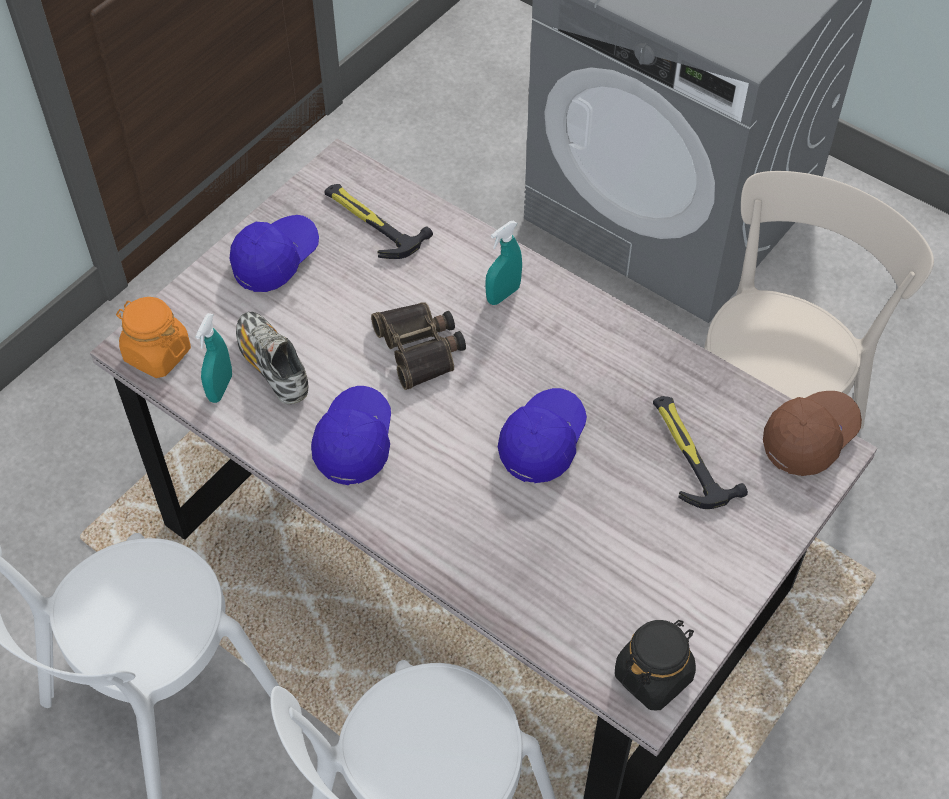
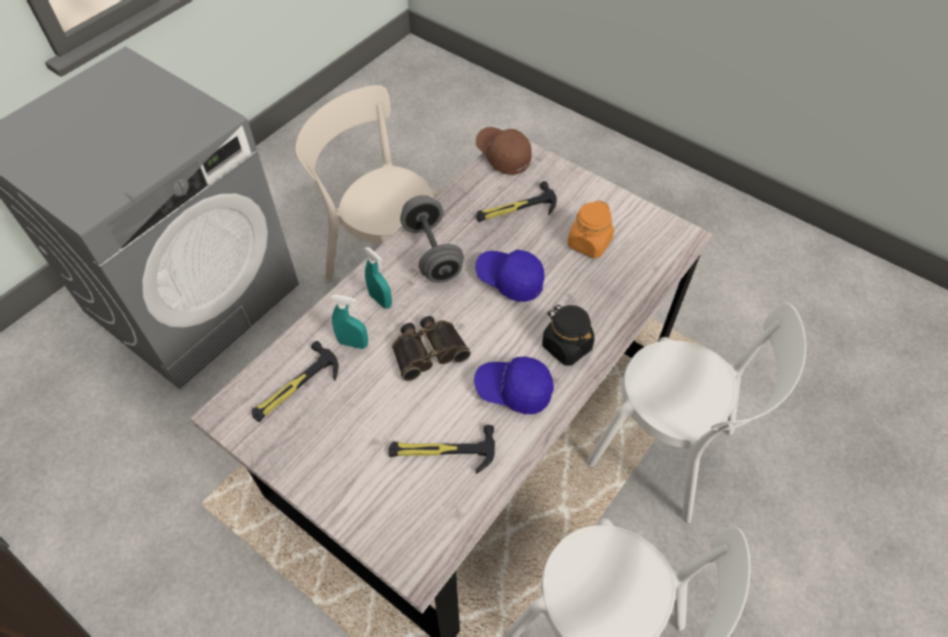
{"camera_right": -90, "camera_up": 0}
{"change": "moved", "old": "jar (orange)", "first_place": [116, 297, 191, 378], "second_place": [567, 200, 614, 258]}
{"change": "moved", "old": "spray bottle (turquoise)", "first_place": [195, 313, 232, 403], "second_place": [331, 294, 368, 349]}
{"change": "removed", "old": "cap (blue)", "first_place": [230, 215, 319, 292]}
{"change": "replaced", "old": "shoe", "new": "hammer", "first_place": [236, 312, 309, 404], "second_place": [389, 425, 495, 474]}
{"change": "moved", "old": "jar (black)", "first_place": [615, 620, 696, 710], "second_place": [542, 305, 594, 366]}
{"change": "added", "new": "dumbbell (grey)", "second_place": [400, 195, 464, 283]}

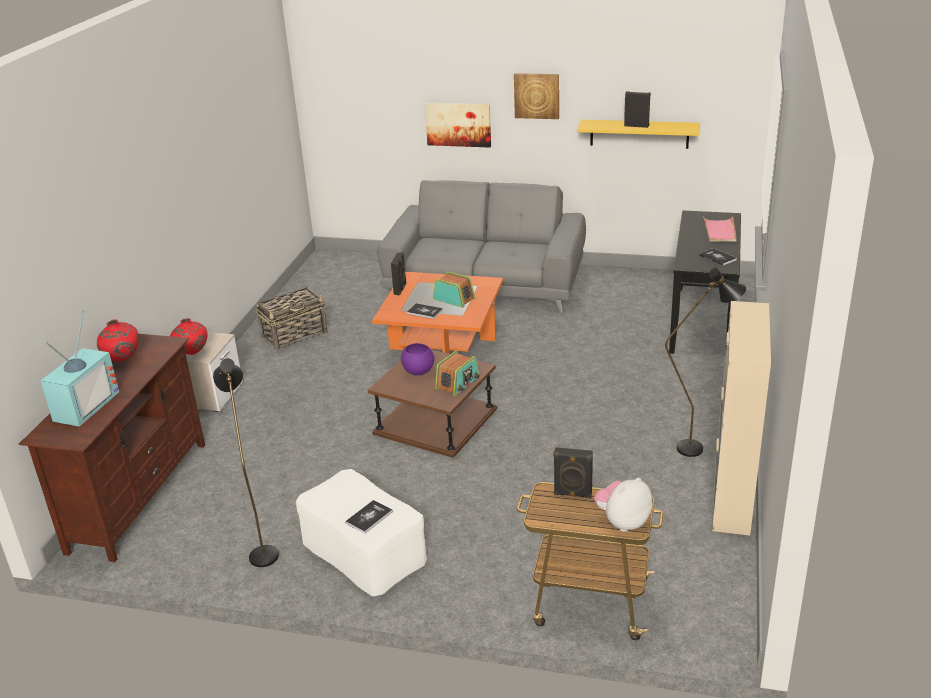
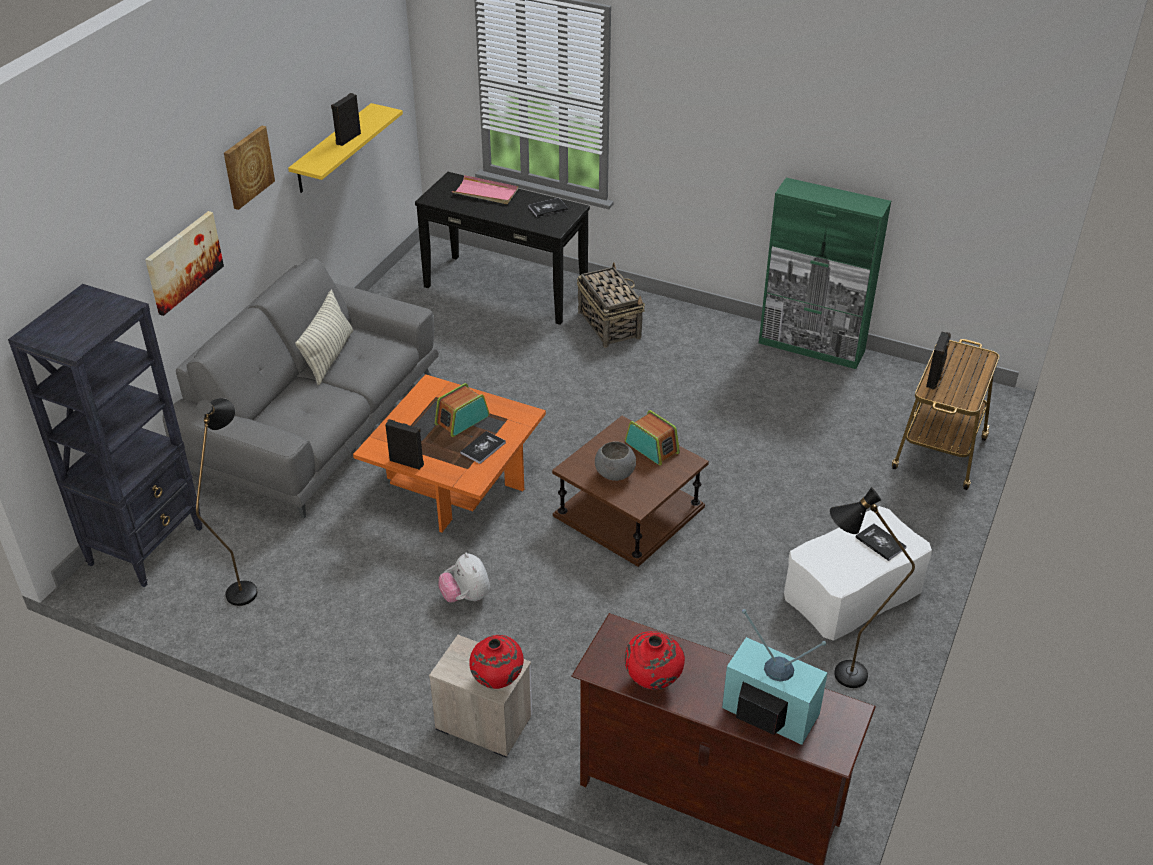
{"camera_right": -80, "camera_up": 10}
{"change": "moved", "old": "basket", "first_place": [255, 287, 328, 351], "second_place": [577, 262, 645, 348]}
{"change": "recoloured", "old": "bowl (purple)", "new": "bowl (grey)", "first_place": [401, 343, 434, 375], "second_place": [595, 441, 636, 481]}
{"change": "moved", "old": "plush toy", "first_place": [594, 478, 652, 532], "second_place": [438, 553, 490, 603]}
{"change": "moved", "old": "floor lamp (black)", "first_place": [665, 267, 747, 457], "second_place": [196, 398, 257, 606]}
{"change": "recoloured", "old": "cabinet (beige)", "new": "cabinet (green)", "first_place": [712, 301, 771, 536], "second_place": [759, 178, 891, 369]}
{"change": "added", "new": "bookcase (black)", "second_place": [8, 284, 203, 587]}
{"change": "added", "new": "pillow", "second_place": [295, 290, 353, 385]}

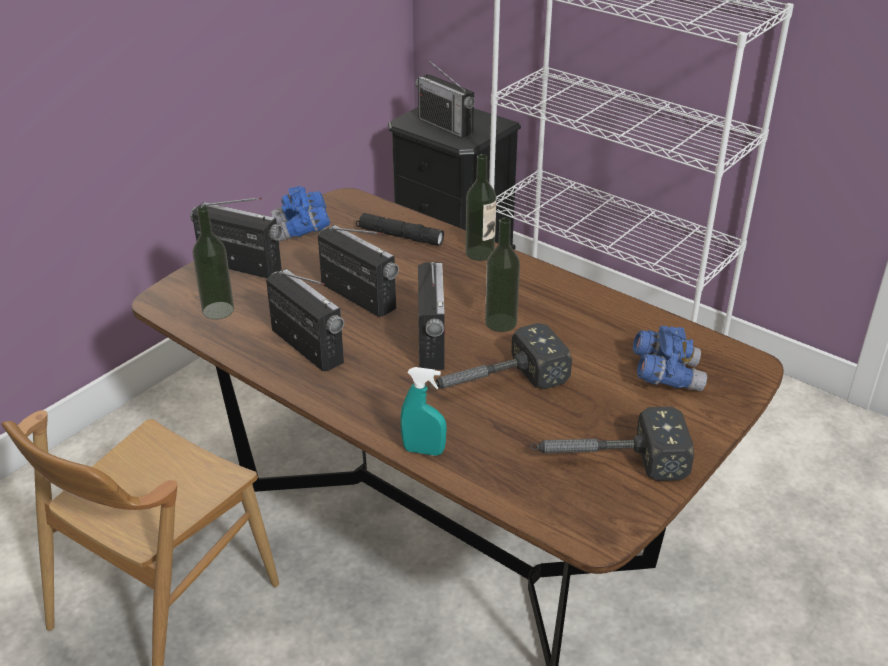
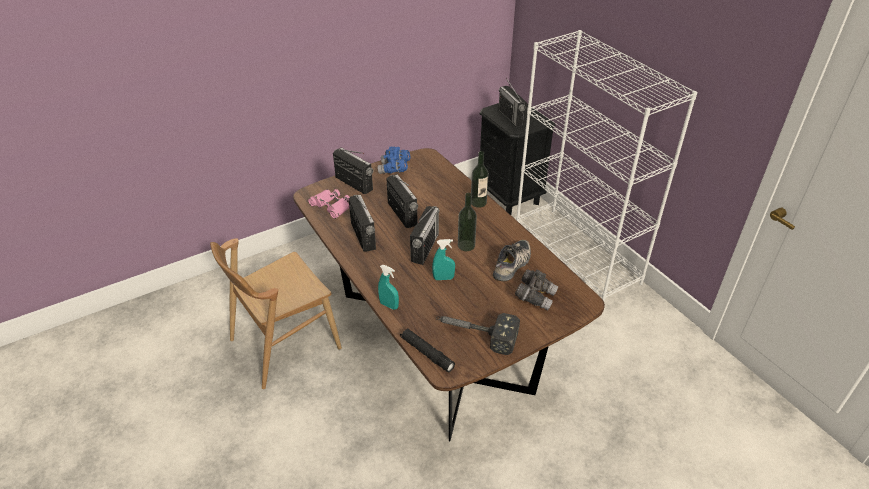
{"camera_right": 20, "camera_up": 5}
{"change": "replaced", "old": "bottle", "new": "binoculars (pink)", "first_place": [192, 206, 234, 320], "second_place": [308, 189, 350, 219]}
{"change": "moved", "old": "flashlight (black)", "first_place": [356, 213, 444, 246], "second_place": [400, 328, 455, 372]}
{"change": "replaced", "old": "hammer", "new": "spray bottle (turquoise)", "first_place": [429, 323, 572, 389], "second_place": [432, 239, 455, 280]}
{"change": "recoloured", "old": "binoculars (blue)", "new": "binoculars (grey)", "first_place": [633, 326, 707, 392], "second_place": [515, 269, 558, 310]}
{"change": "added", "new": "shoe", "second_place": [493, 240, 531, 281]}

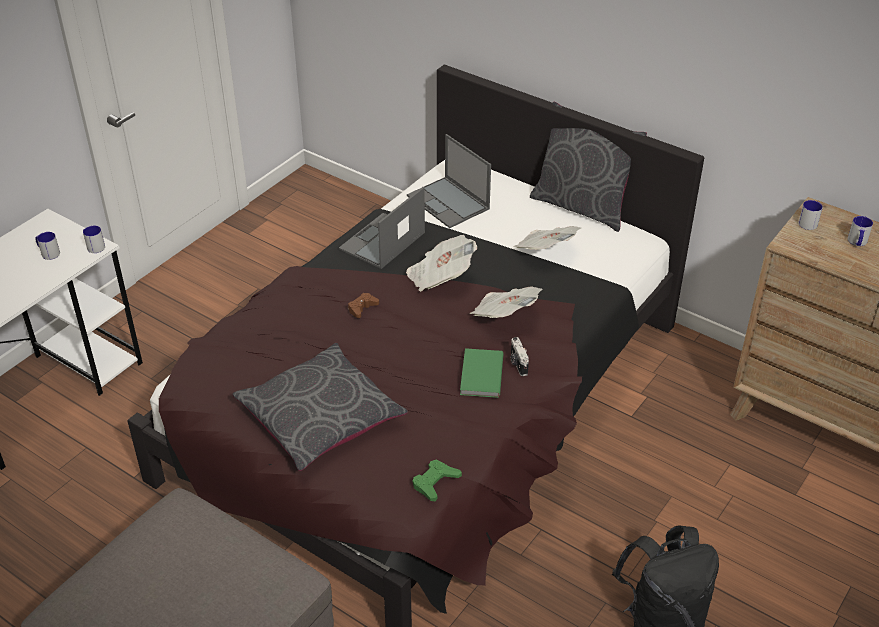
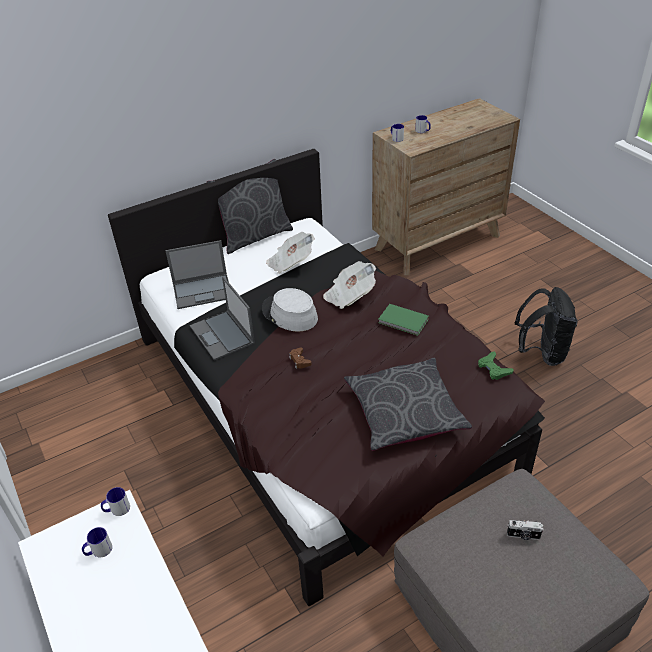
{"camera_right": -65, "camera_up": 0}
{"change": "replaced", "old": "newspaper", "new": "hat (grey)", "first_place": [406, 235, 477, 292], "second_place": [262, 288, 318, 332]}
{"change": "moved", "old": "photo camera", "first_place": [511, 337, 529, 376], "second_place": [507, 520, 544, 540]}

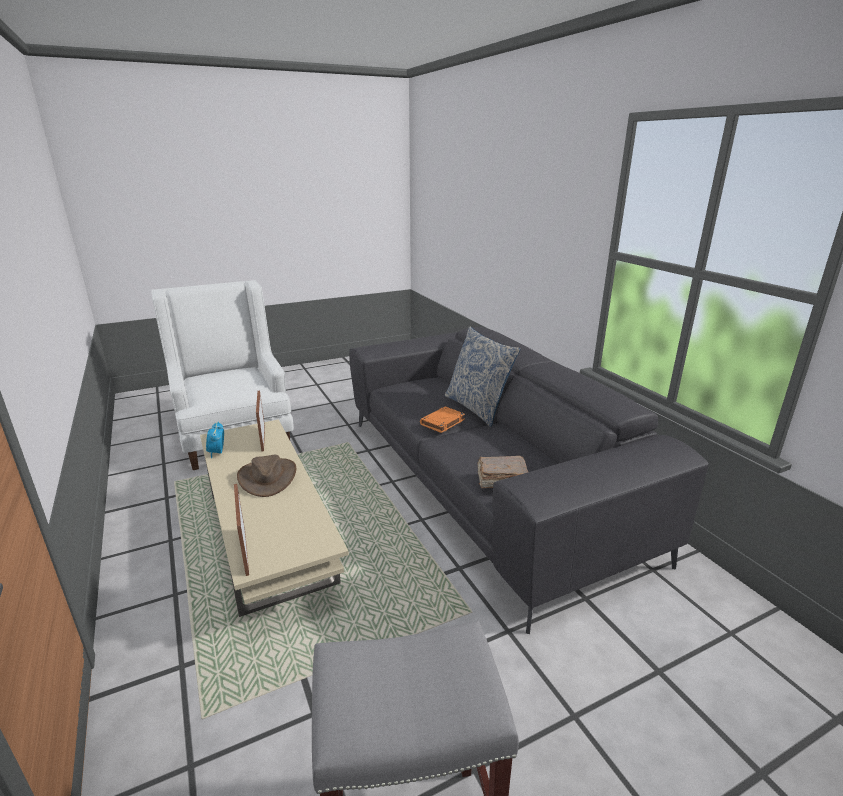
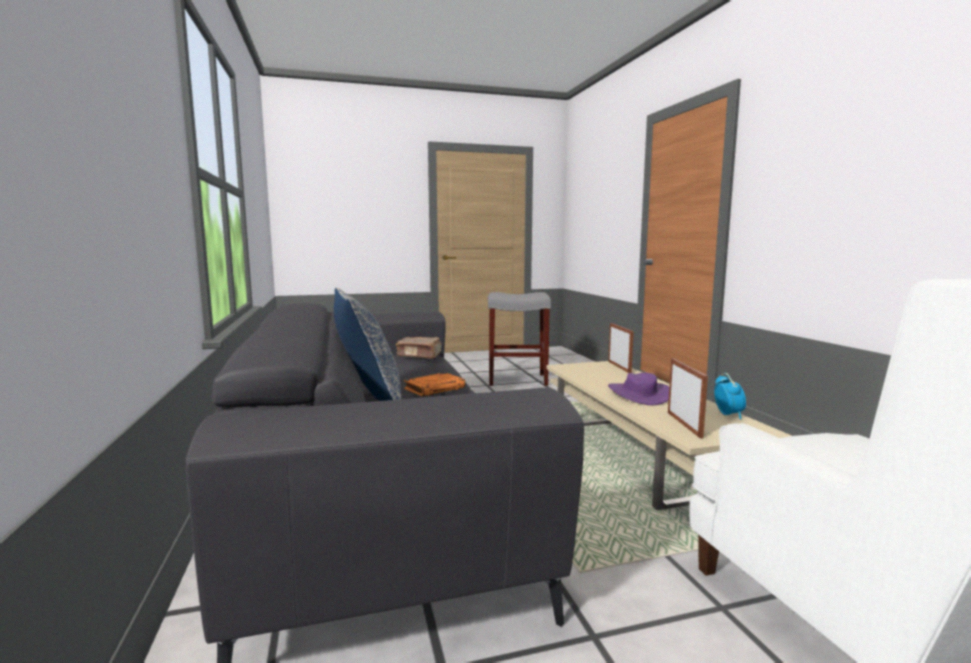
{"camera_right": -170, "camera_up": -15}
{"change": "recoloured", "old": "hat (brown)", "new": "hat (purple)", "first_place": [237, 455, 296, 497], "second_place": [608, 373, 669, 405]}

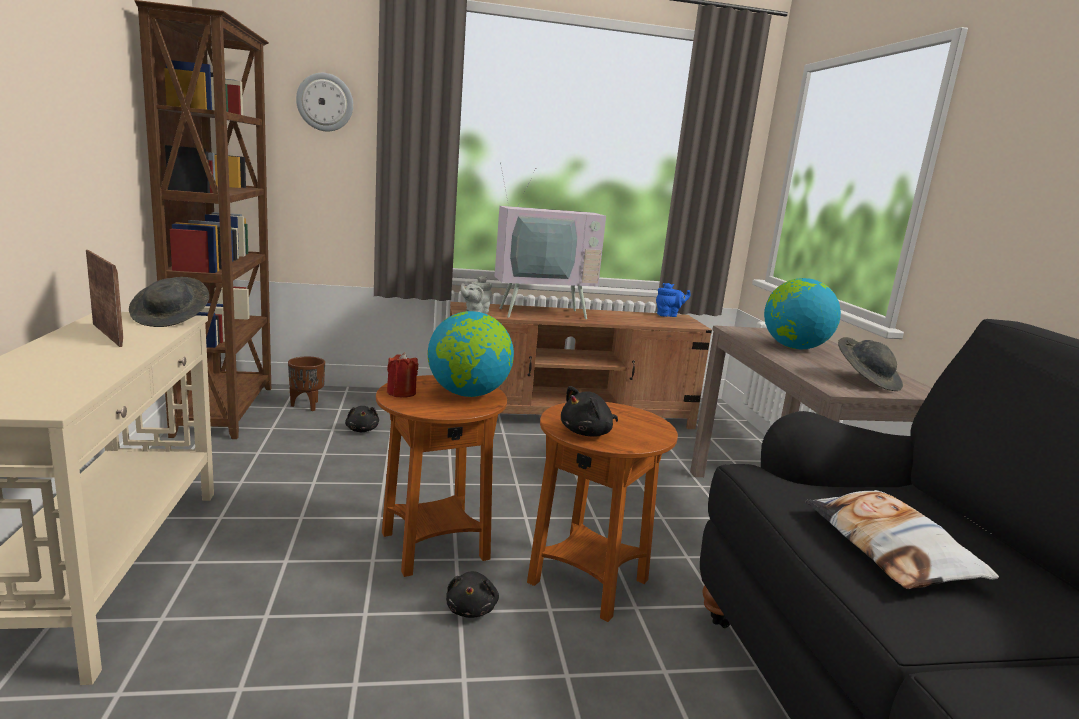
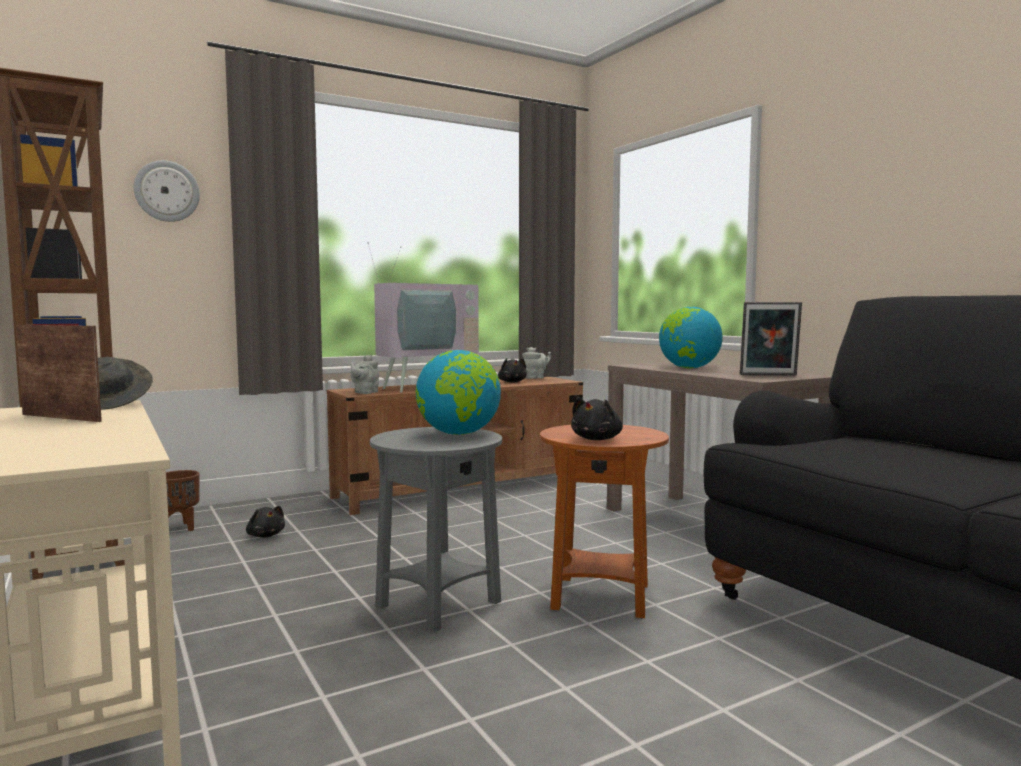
{"camera_right": -20, "camera_up": -10}
{"change": "recoloured", "old": "side table (brown)", "new": "side table (grey)", "first_place": [376, 375, 507, 577], "second_place": [370, 427, 502, 633]}
{"change": "removed", "old": "candle (red)", "first_place": [387, 352, 418, 397]}
{"change": "moved", "old": "plush toy (black)", "first_place": [446, 571, 499, 618], "second_place": [498, 358, 527, 383]}
{"change": "recoloured", "old": "teapot (blue)", "new": "teapot (grey)", "first_place": [656, 283, 690, 317], "second_place": [522, 347, 551, 379]}
{"change": "removed", "old": "pillow", "first_place": [805, 490, 999, 589]}
{"change": "replaced", "old": "hat (grey)", "new": "picture frame", "first_place": [838, 337, 903, 391], "second_place": [740, 302, 802, 375]}

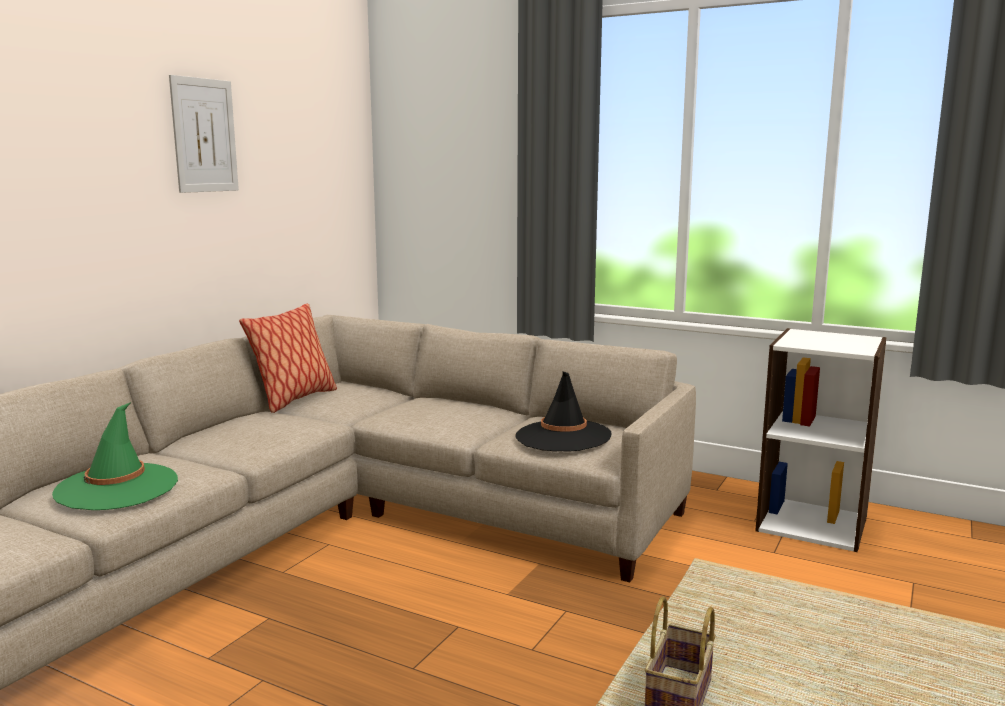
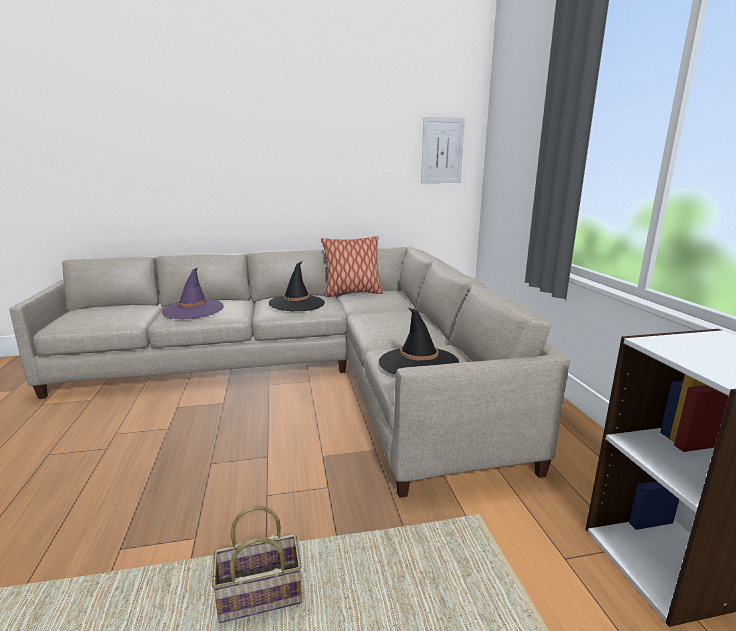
{"camera_right": 50, "camera_up": 5}
{"change": "recoloured", "old": "hat (green)", "new": "hat (purple)", "first_place": [52, 402, 178, 510], "second_place": [162, 268, 224, 319]}
{"change": "moved", "old": "picture", "first_place": [169, 75, 239, 193], "second_place": [421, 117, 465, 183]}
{"change": "added", "new": "hat (black)", "second_place": [269, 261, 325, 311]}

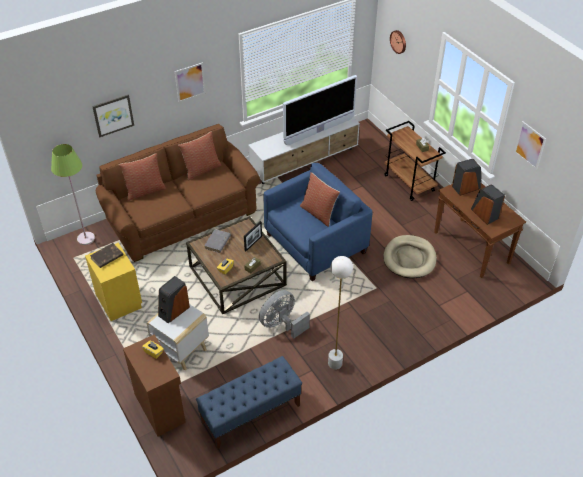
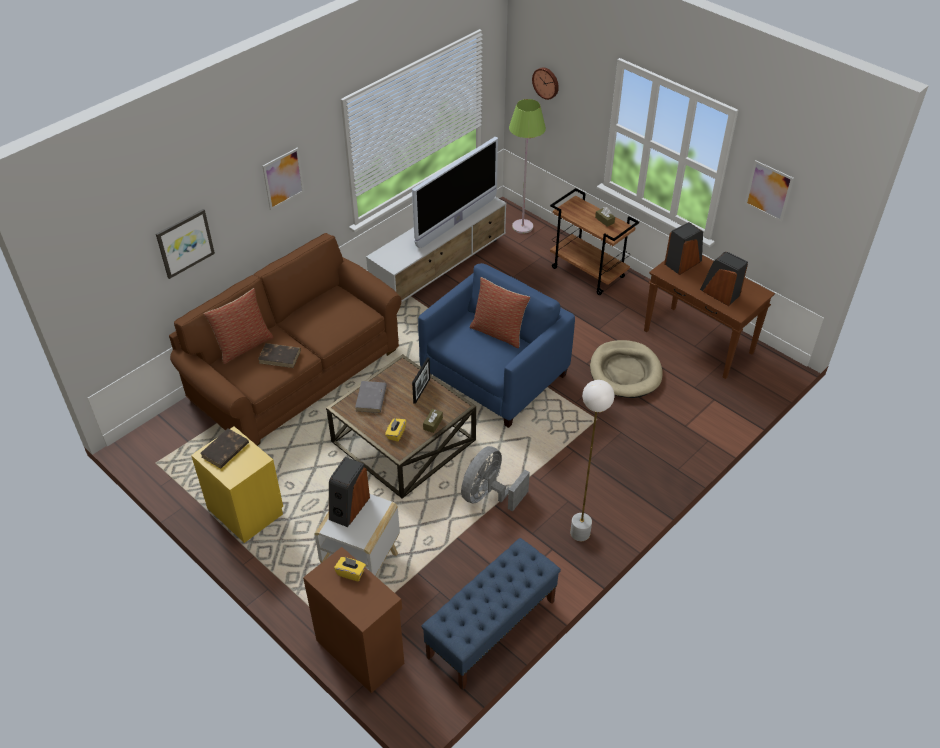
{"camera_right": -15, "camera_up": 0}
{"change": "moved", "old": "floor lamp (green)", "first_place": [51, 144, 95, 245], "second_place": [509, 99, 546, 234]}
{"change": "removed", "old": "pillow", "first_place": [178, 131, 222, 180]}
{"change": "added", "new": "book (brown)", "second_place": [258, 343, 301, 368]}

